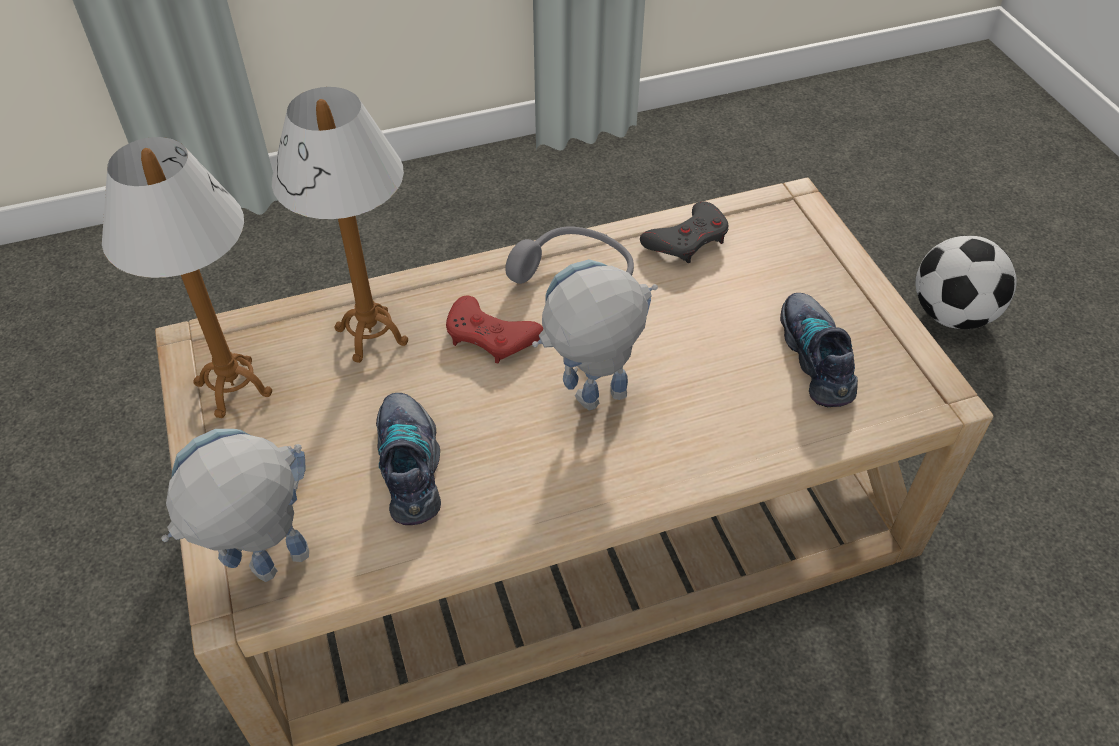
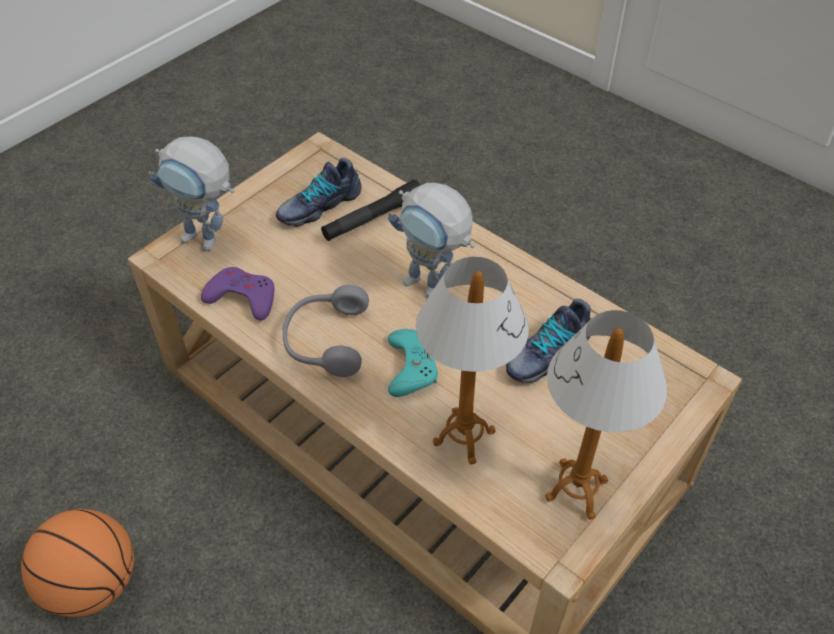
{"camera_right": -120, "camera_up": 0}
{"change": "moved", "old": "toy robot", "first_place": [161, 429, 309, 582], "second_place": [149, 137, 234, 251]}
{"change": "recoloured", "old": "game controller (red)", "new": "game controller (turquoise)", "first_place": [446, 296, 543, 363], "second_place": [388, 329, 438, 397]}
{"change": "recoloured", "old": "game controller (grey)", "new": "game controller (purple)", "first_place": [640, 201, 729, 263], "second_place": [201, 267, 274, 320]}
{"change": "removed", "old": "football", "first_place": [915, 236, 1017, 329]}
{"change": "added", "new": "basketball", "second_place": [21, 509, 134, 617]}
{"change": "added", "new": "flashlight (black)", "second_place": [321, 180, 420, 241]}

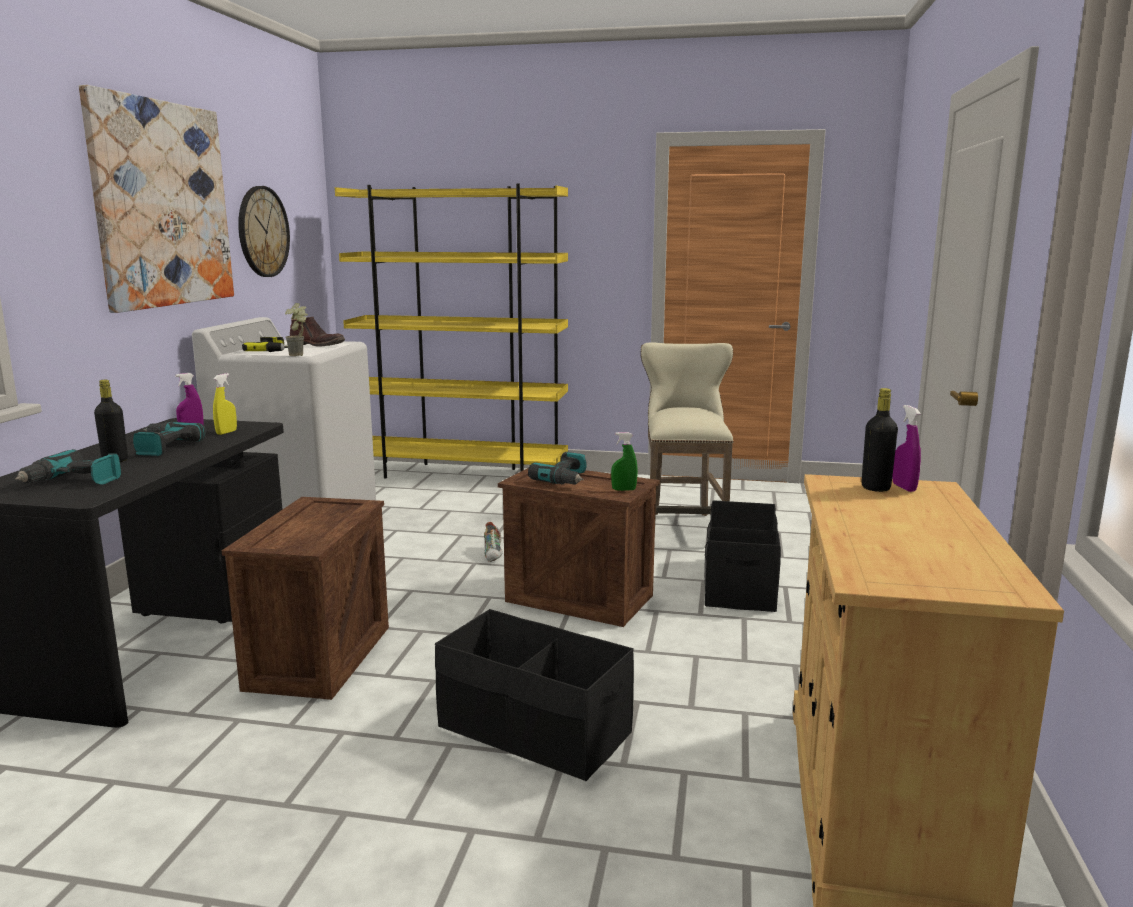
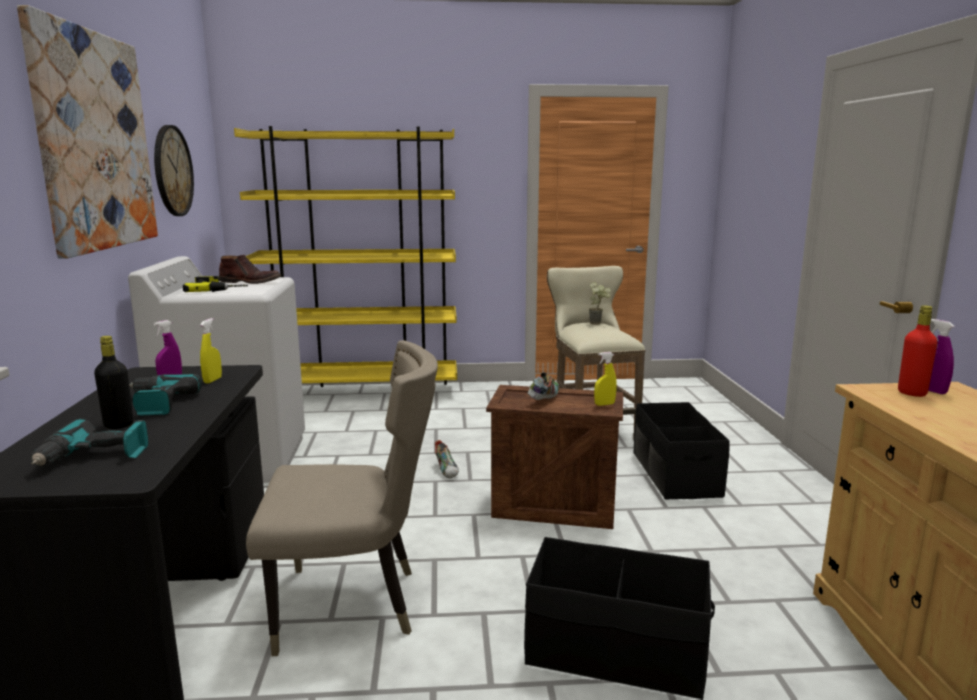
{"camera_right": -15, "camera_up": 0}
{"change": "replaced", "old": "crate", "new": "chair (beige)", "first_place": [222, 497, 389, 700], "second_place": [246, 340, 438, 656]}
{"change": "moved", "old": "potted plant", "first_place": [285, 303, 308, 356], "second_place": [589, 282, 611, 325]}
{"change": "replaced", "old": "power drill", "new": "shoe", "first_place": [528, 452, 587, 485], "second_place": [528, 372, 559, 400]}
{"change": "recoloured", "old": "spray bottle (green)", "new": "spray bottle (yellow)", "first_place": [611, 432, 638, 491], "second_place": [594, 352, 617, 406]}
{"change": "recoloured", "old": "bottle (black)", "new": "bottle (red)", "first_place": [862, 388, 898, 492], "second_place": [898, 305, 938, 397]}

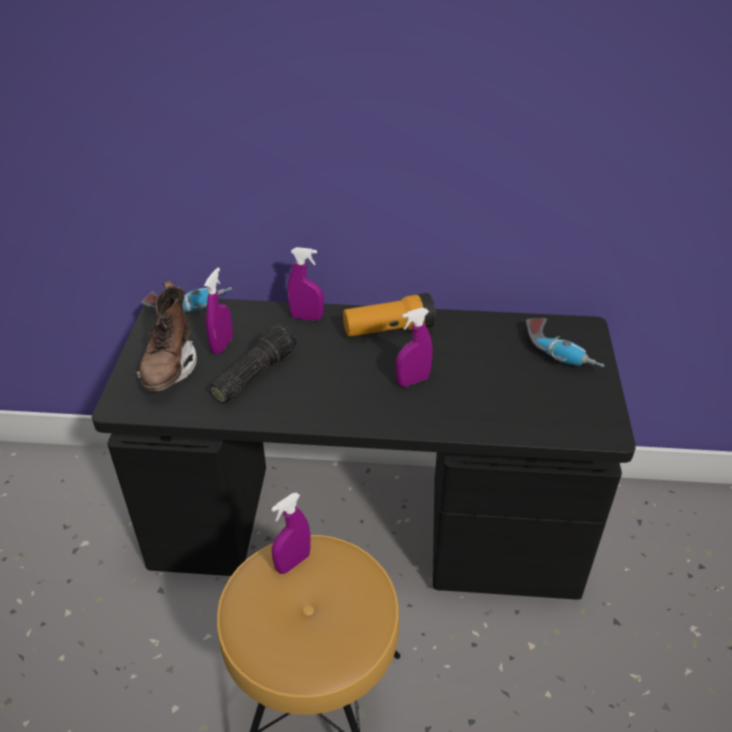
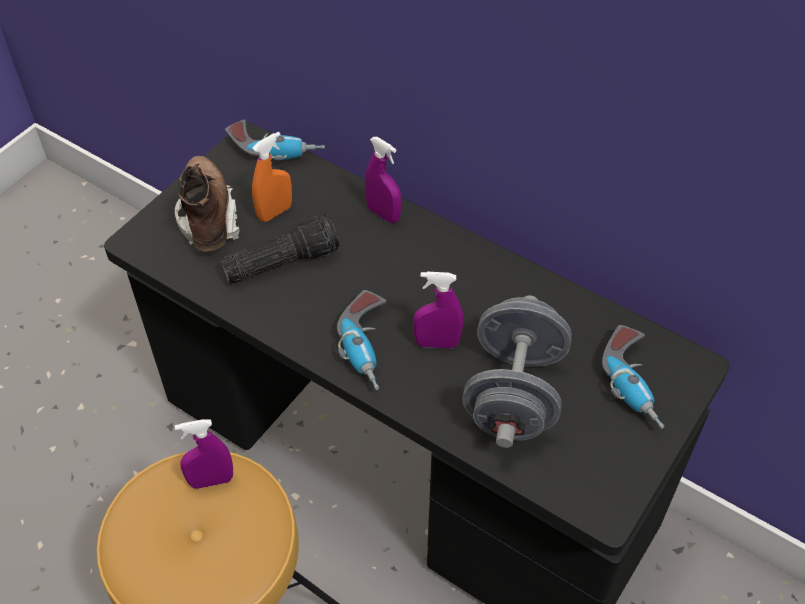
{"camera_right": 30, "camera_up": 10}
{"change": "turned", "old": "boot (brown)", "first_place": [136, 280, 197, 391], "second_place": [175, 156, 240, 252], "degrees": 135}
{"change": "recoloured", "old": "spray bottle (purple)", "new": "spray bottle (orange)", "first_place": [204, 268, 233, 355], "second_place": [252, 132, 292, 222]}
{"change": "removed", "old": "flashlight", "first_place": [343, 293, 436, 337]}
{"change": "added", "new": "power drill", "second_place": [337, 290, 387, 390]}
{"change": "added", "new": "dumbbell (grey)", "second_place": [462, 295, 572, 448]}

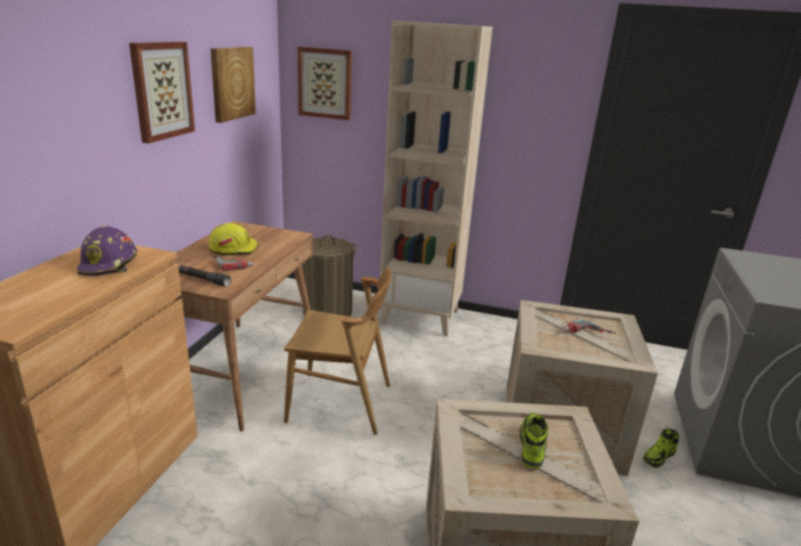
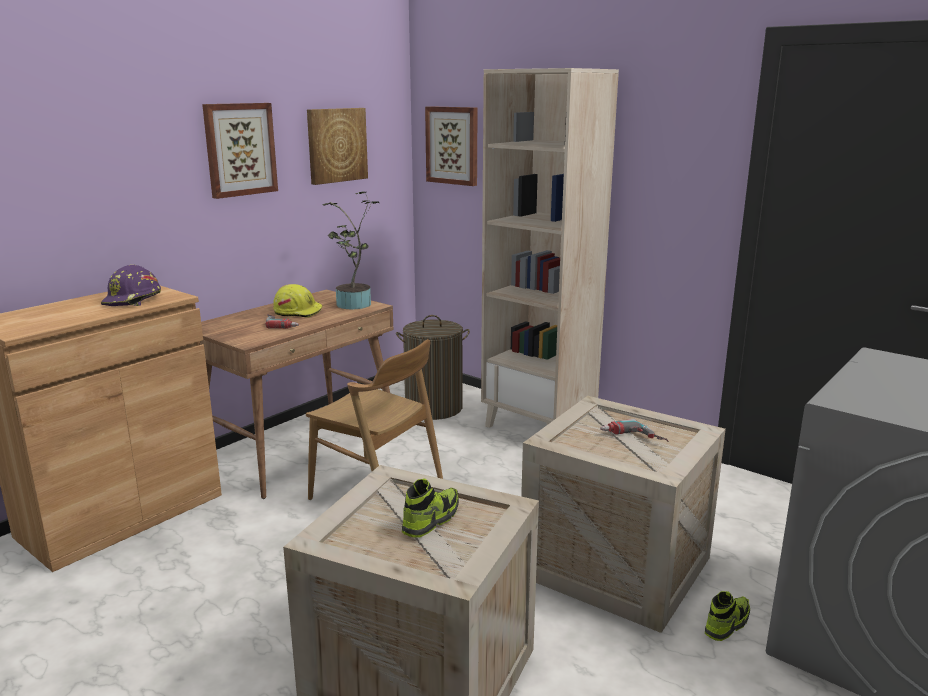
{"camera_right": 25, "camera_up": -5}
{"change": "removed", "old": "flashlight (black)", "first_place": [179, 265, 231, 287]}
{"change": "turned", "old": "shoe", "first_place": [643, 428, 679, 468], "second_place": [705, 591, 750, 641], "degrees": 150}
{"change": "added", "new": "potted plant", "second_place": [322, 192, 379, 309]}

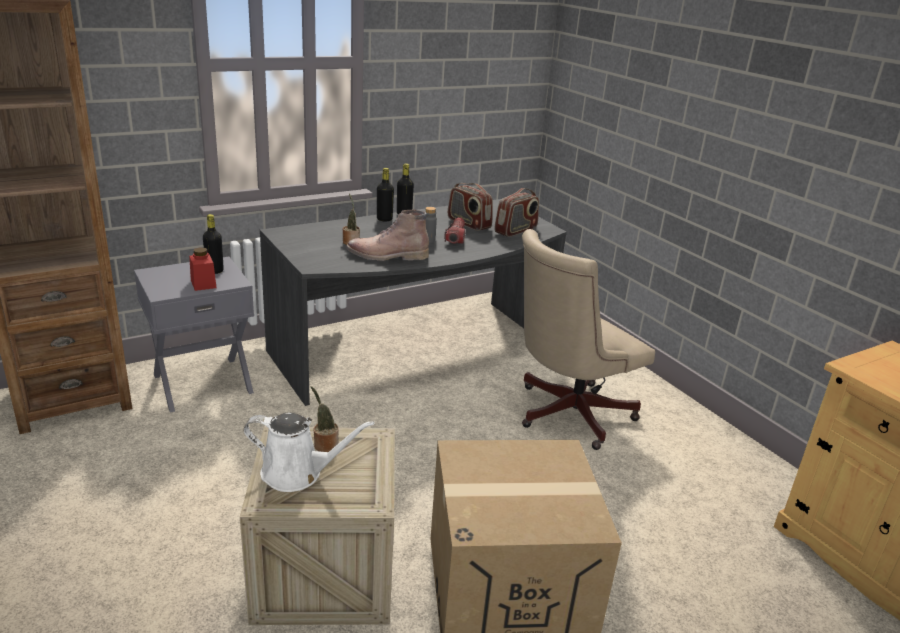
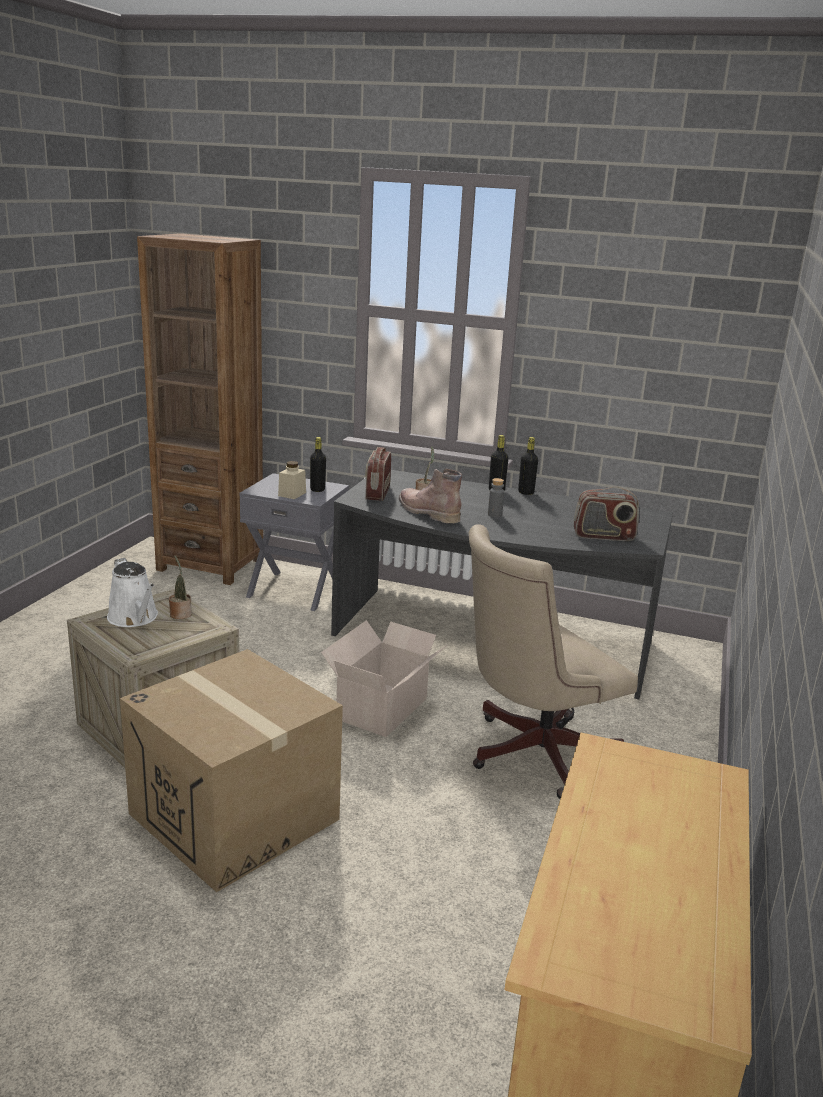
{"camera_right": 50, "camera_up": -5}
{"change": "recoloured", "old": "jar (red)", "new": "jar (beige)", "first_place": [189, 247, 217, 291], "second_place": [278, 461, 306, 499]}
{"change": "removed", "old": "flashlight", "first_place": [444, 217, 465, 244]}
{"change": "moved", "old": "radio", "first_place": [448, 183, 493, 231], "second_place": [365, 447, 391, 501]}
{"change": "turned", "old": "office chair (beige)", "first_place": [522, 229, 655, 450], "second_place": [468, 524, 638, 799], "degrees": -45}
{"change": "added", "new": "cardboard box", "second_place": [321, 620, 448, 737]}

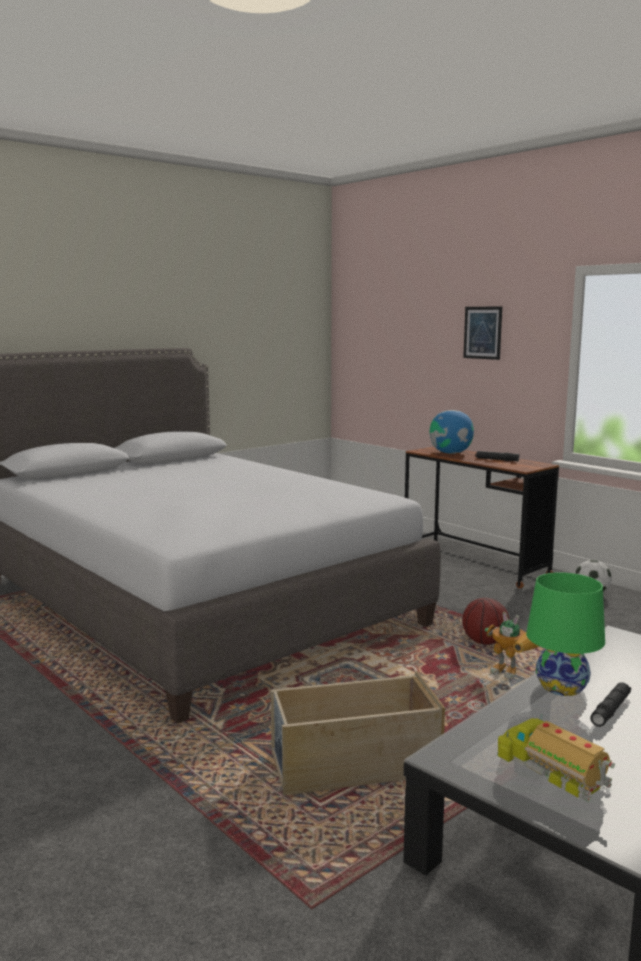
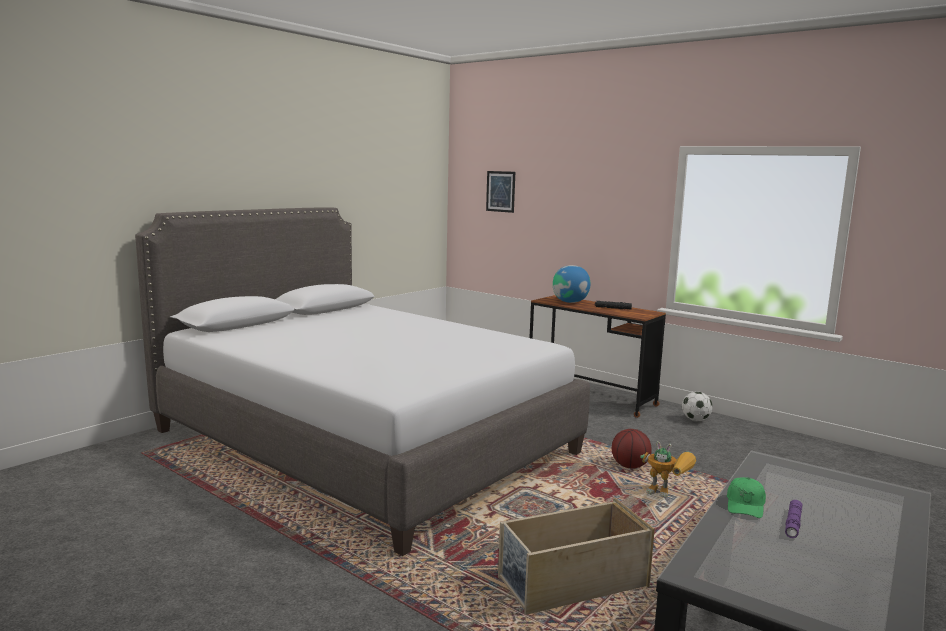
{"camera_right": -10, "camera_up": 0}
{"change": "moved", "old": "picture", "first_place": [463, 306, 502, 360], "second_place": [486, 171, 515, 213]}
{"change": "removed", "old": "toy truck", "first_place": [497, 714, 615, 802]}
{"change": "replaced", "old": "table lamp (green)", "new": "cap (green)", "first_place": [526, 572, 605, 696], "second_place": [727, 477, 766, 518]}
{"change": "recoloured", "old": "flashlight (black)", "new": "flashlight (purple)", "first_place": [590, 682, 631, 727], "second_place": [785, 500, 802, 538]}

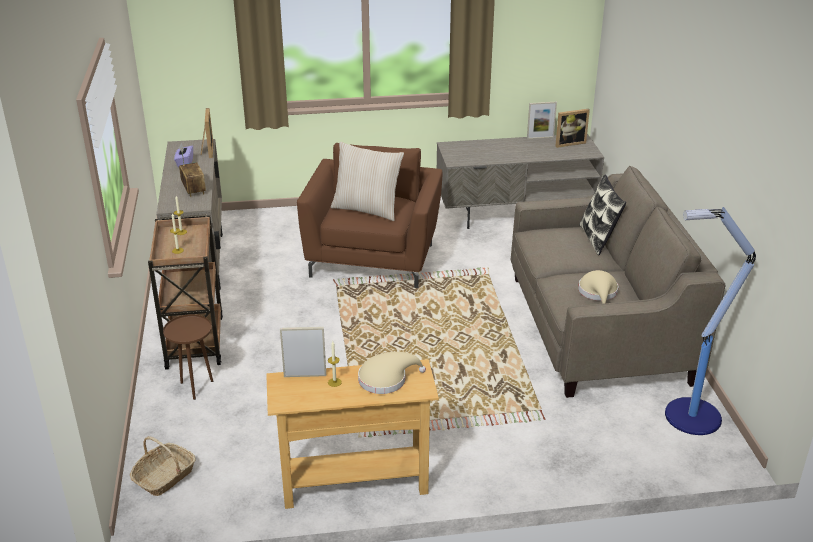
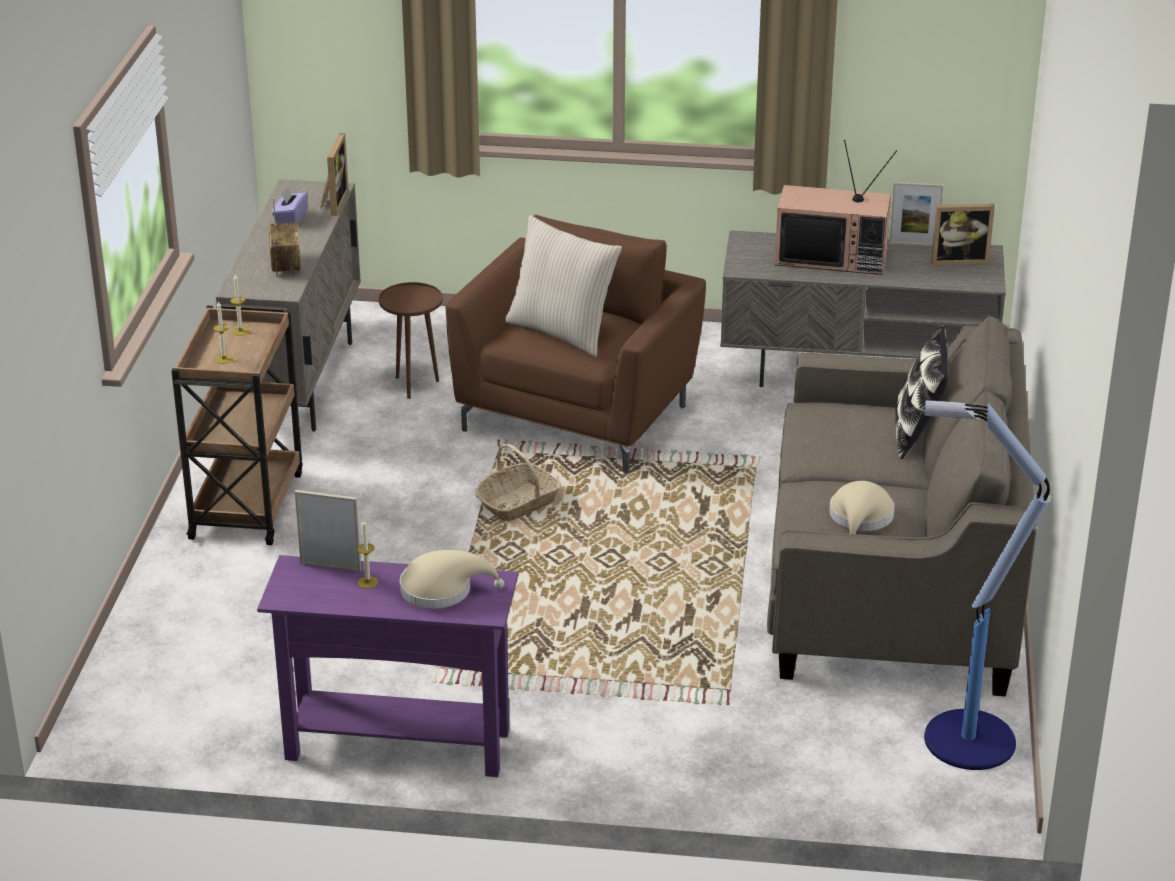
{"camera_right": 15, "camera_up": 0}
{"change": "moved", "old": "basket", "first_place": [130, 436, 196, 496], "second_place": [475, 444, 561, 521]}
{"change": "moved", "old": "side table (brown)", "first_place": [163, 314, 213, 400], "second_place": [379, 282, 443, 399]}
{"change": "recoloured", "old": "console table (beige)", "new": "console table (purple)", "first_place": [266, 359, 439, 509], "second_place": [257, 555, 518, 777]}
{"change": "added", "new": "television", "second_place": [775, 140, 897, 275]}

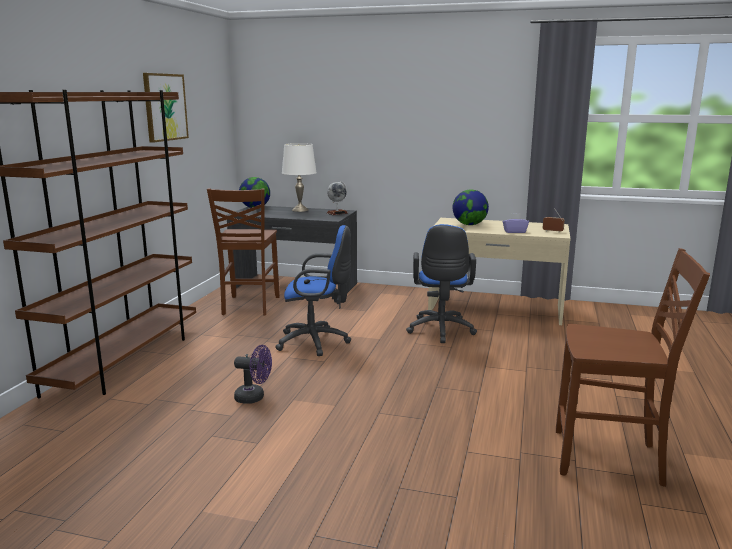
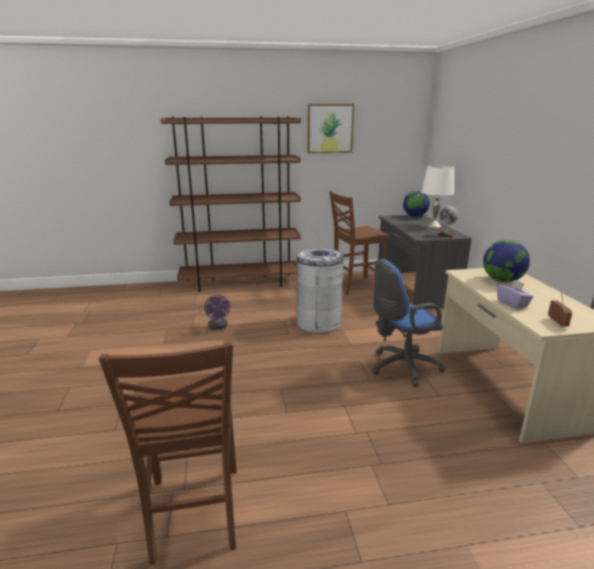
{"camera_right": 65, "camera_up": 5}
{"change": "replaced", "old": "office chair (blue)", "new": "trash can (grey)", "first_place": [275, 225, 351, 356], "second_place": [296, 248, 346, 333]}

